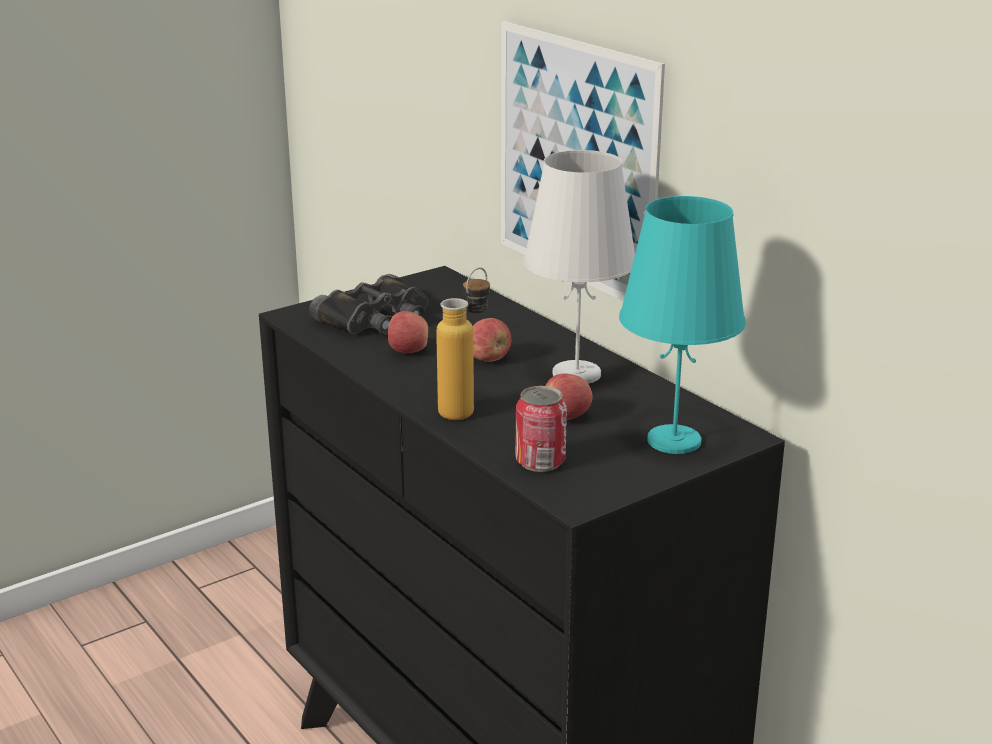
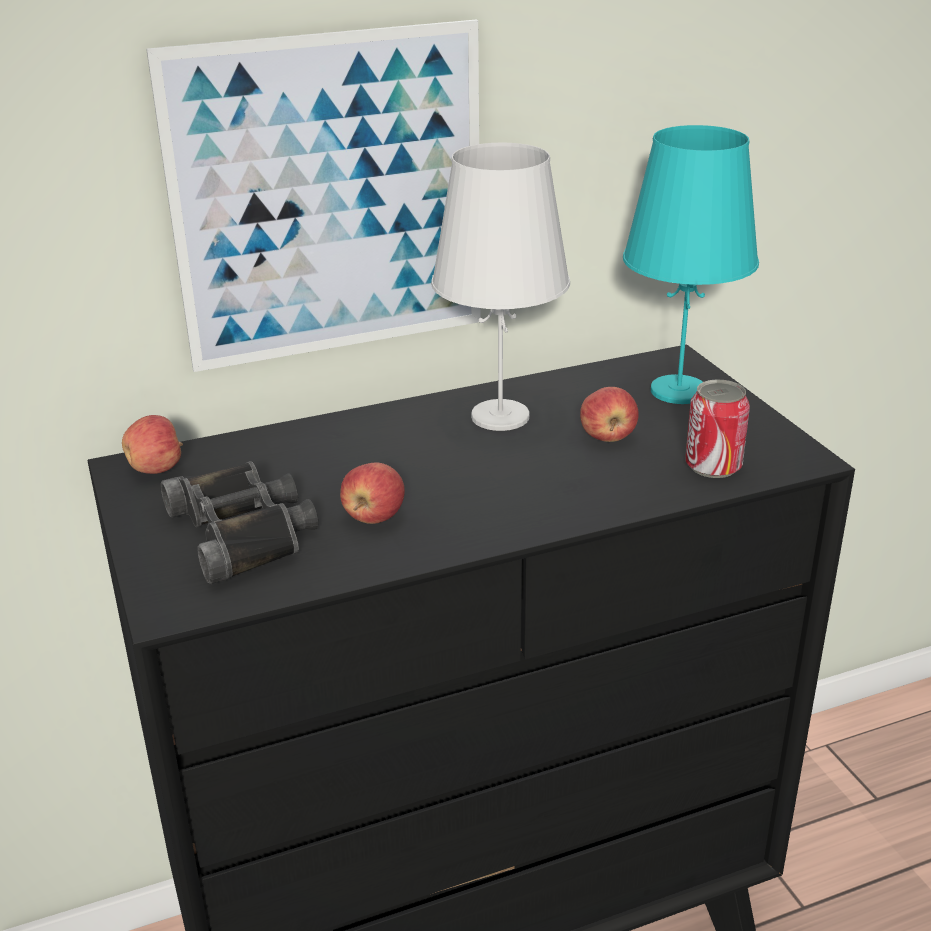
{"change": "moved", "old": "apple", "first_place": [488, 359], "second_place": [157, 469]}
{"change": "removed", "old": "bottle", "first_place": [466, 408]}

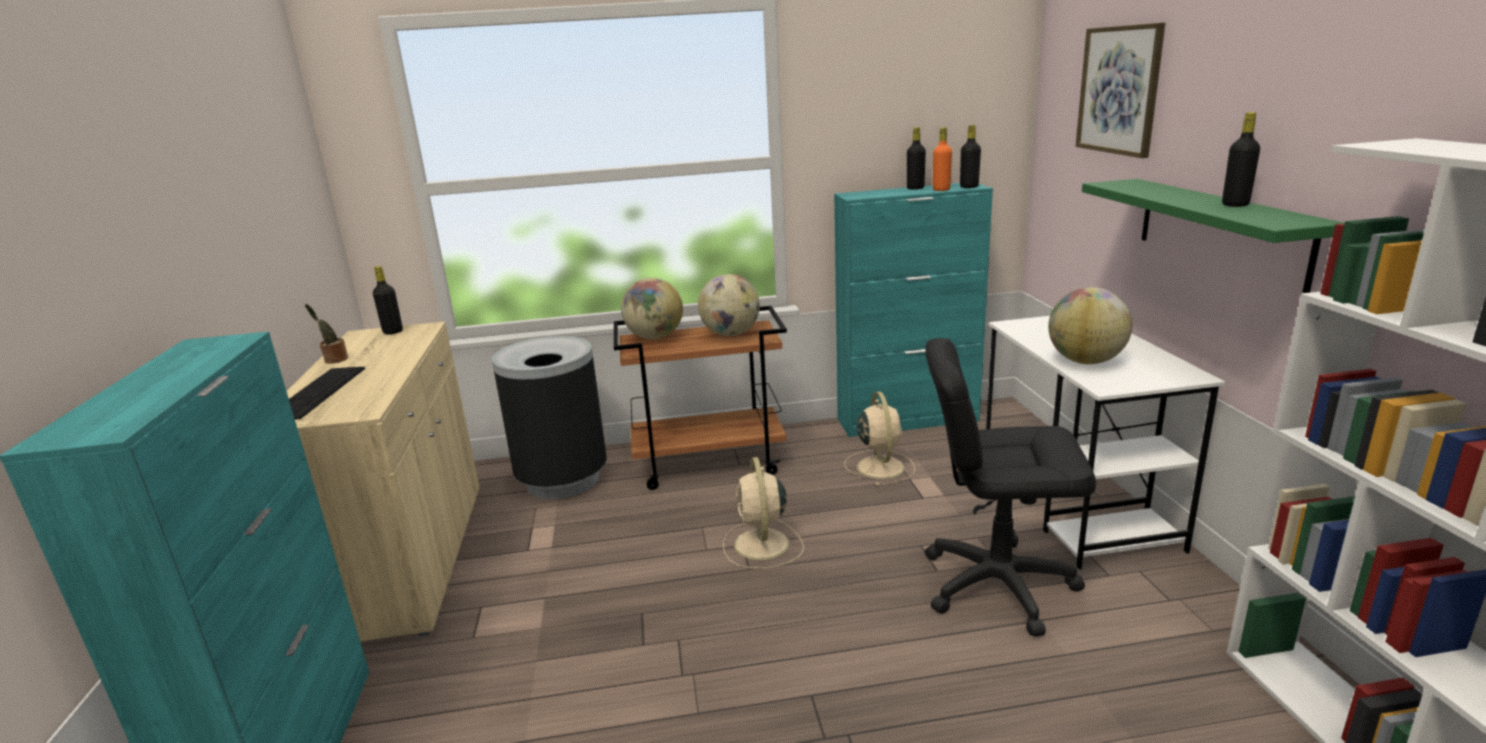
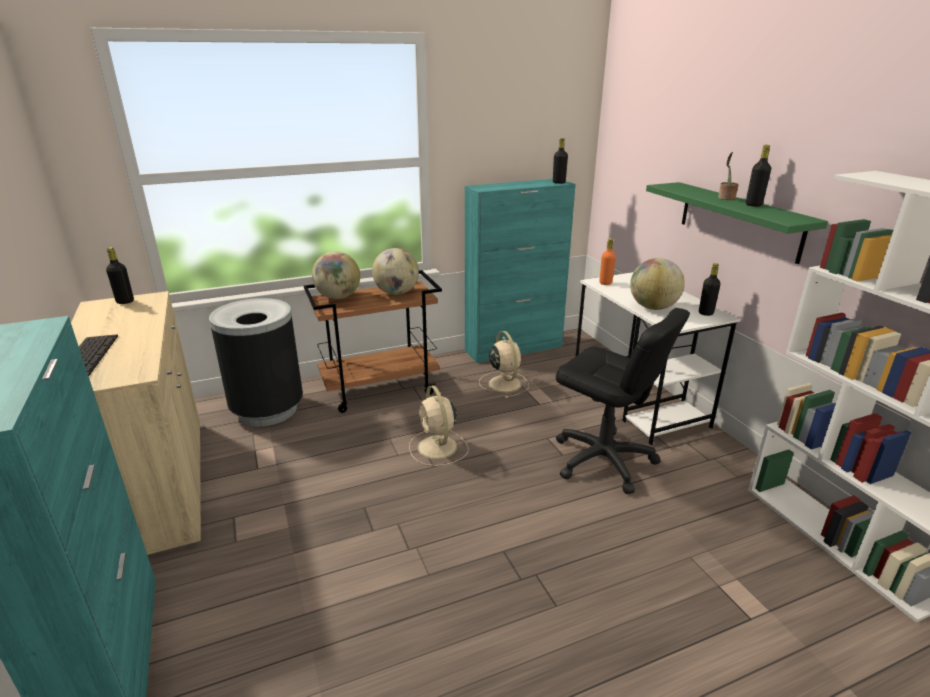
{"change": "turned", "old": "black office chair", "first_place": [997, 584], "second_place": [603, 460], "degrees": -135}
{"change": "moved", "old": "orange bottle", "first_place": [941, 190], "second_place": [605, 283]}
{"change": "moved", "old": "black bottle", "first_place": [915, 188], "second_place": [706, 313]}
{"change": "moved", "old": "potted plant", "first_place": [334, 360], "second_place": [726, 198]}
{"change": "removed", "old": "picture", "first_place": [1119, 90]}

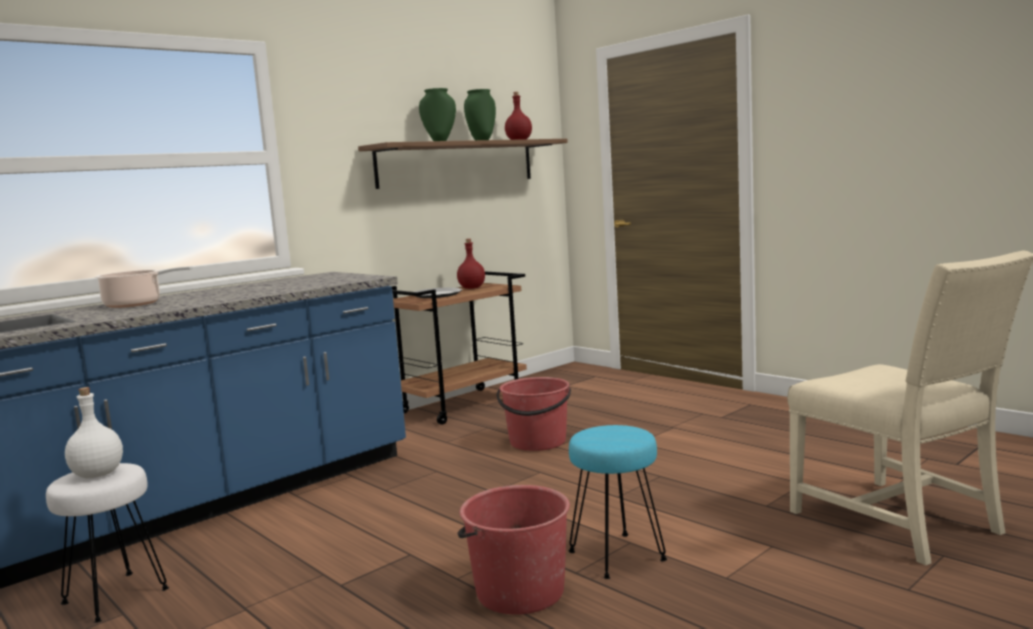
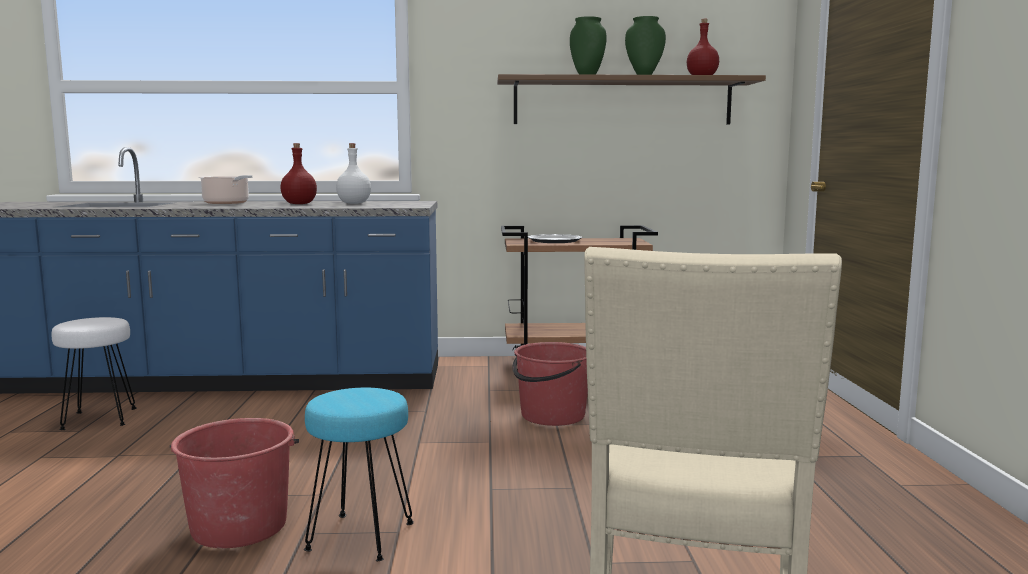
{"change": "moved", "old": "red bottle", "first_place": [471, 288], "second_place": [298, 204]}
{"change": "moved", "old": "white bottle", "first_place": [97, 475], "second_place": [353, 203]}

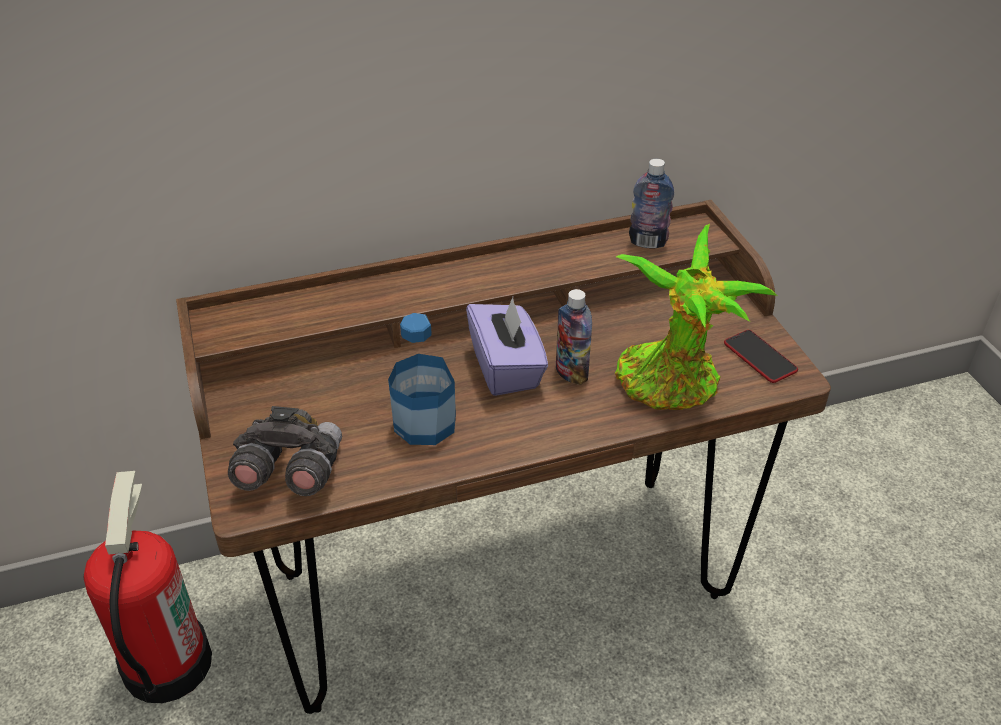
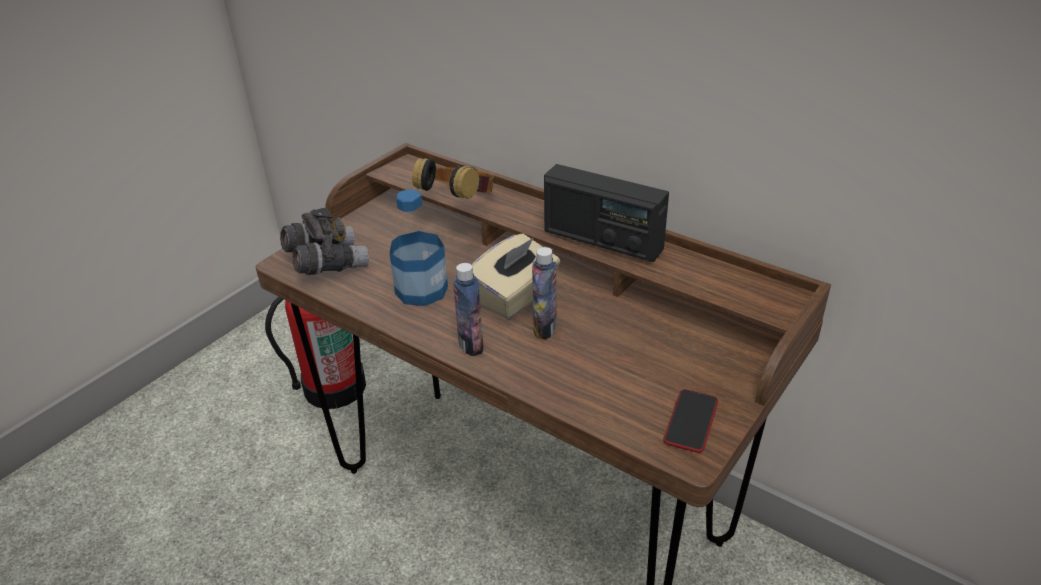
{"change": "added", "new": "headphones", "second_place": [459, 204]}
{"change": "moved", "old": "bottle", "first_place": [647, 242], "second_place": [471, 345]}
{"change": "recoloured", "old": "purple tissue box", "new": "beige tissue box", "first_place": [506, 368], "second_place": [515, 297]}
{"change": "added", "new": "radio", "second_place": [602, 240]}
{"change": "removed", "old": "potted plant", "first_place": [672, 385]}

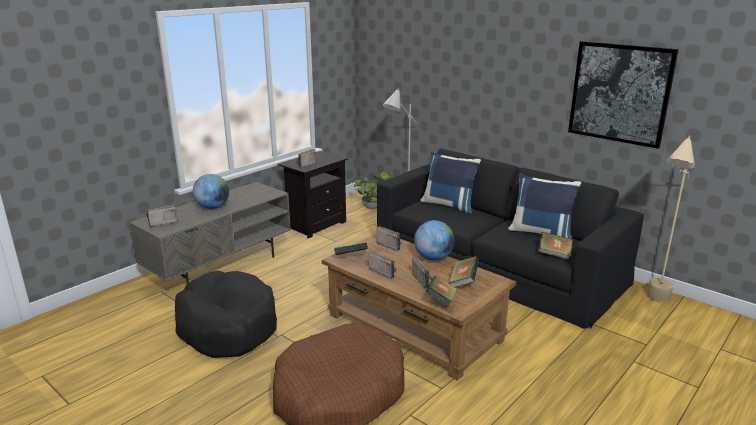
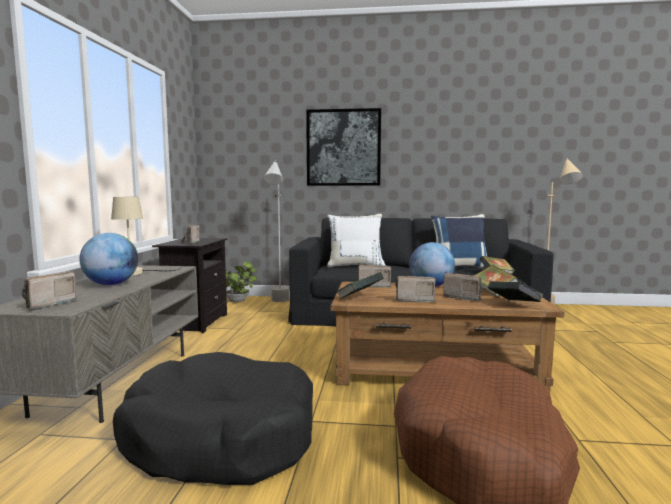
{"change": "added", "new": "beige table lamp", "second_place": [139, 273]}
{"change": "moved", "old": "picture", "first_place": [620, 93], "second_place": [343, 148]}
{"change": "recoloured", "old": "blue pillow", "new": "white pillow", "first_place": [449, 205], "second_place": [355, 265]}

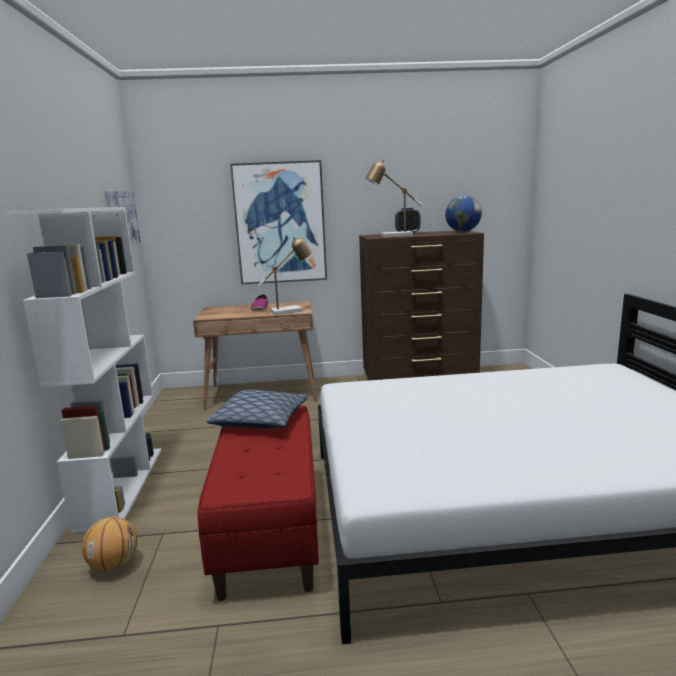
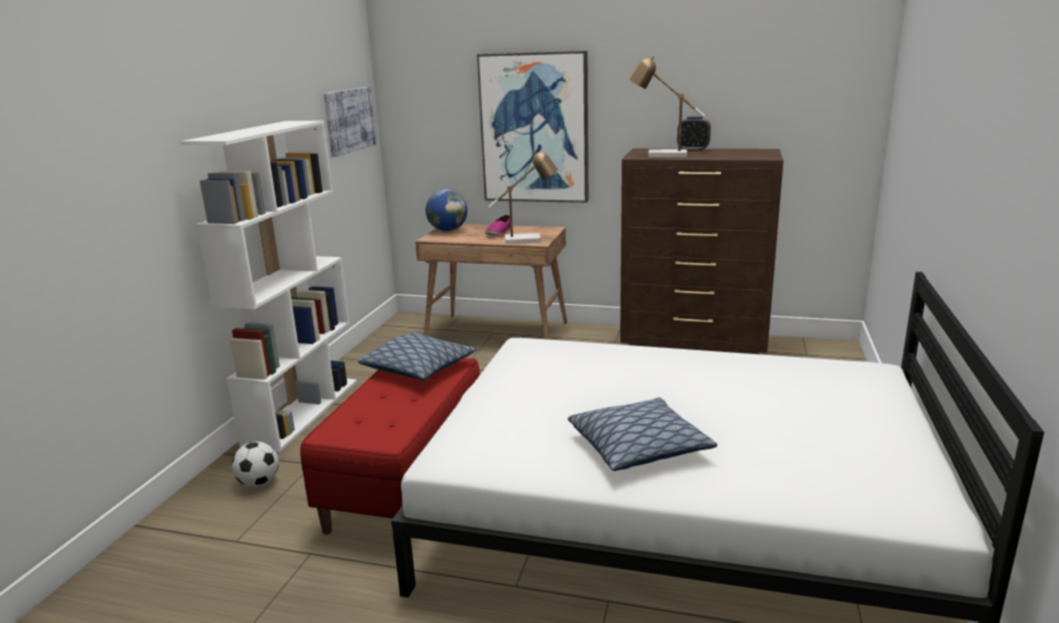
{"change": "replaced", "old": "basketball", "new": "football", "first_place": [114, 564], "second_place": [259, 482]}
{"change": "moved", "old": "globe", "first_place": [463, 231], "second_place": [447, 230]}
{"change": "added", "new": "pillow", "second_place": [638, 447]}

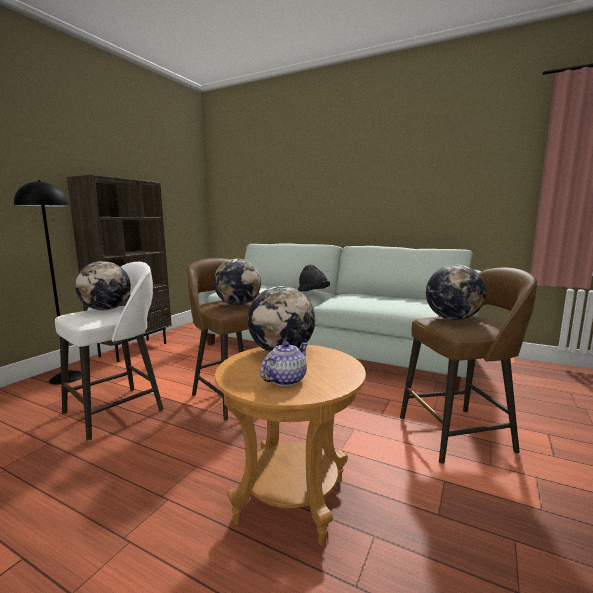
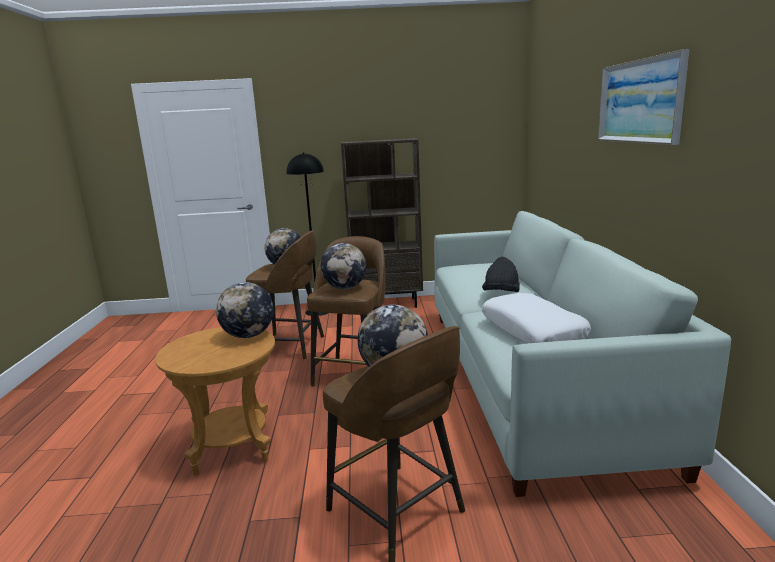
{"change": "recoloured", "old": "white stool", "new": "brown stool", "first_place": [117, 410], "second_place": [291, 346]}
{"change": "added", "new": "white pillow", "second_place": [532, 331]}
{"change": "added", "new": "picture", "second_place": [639, 101]}
{"change": "removed", "old": "teapot", "first_place": [285, 380]}

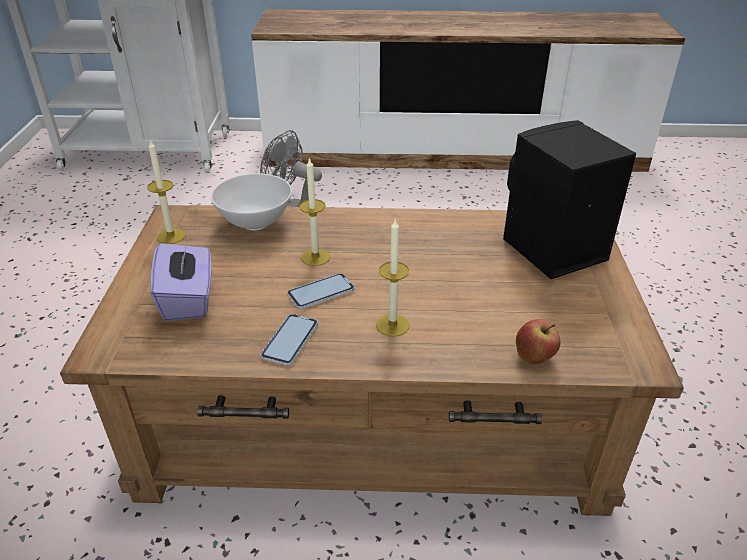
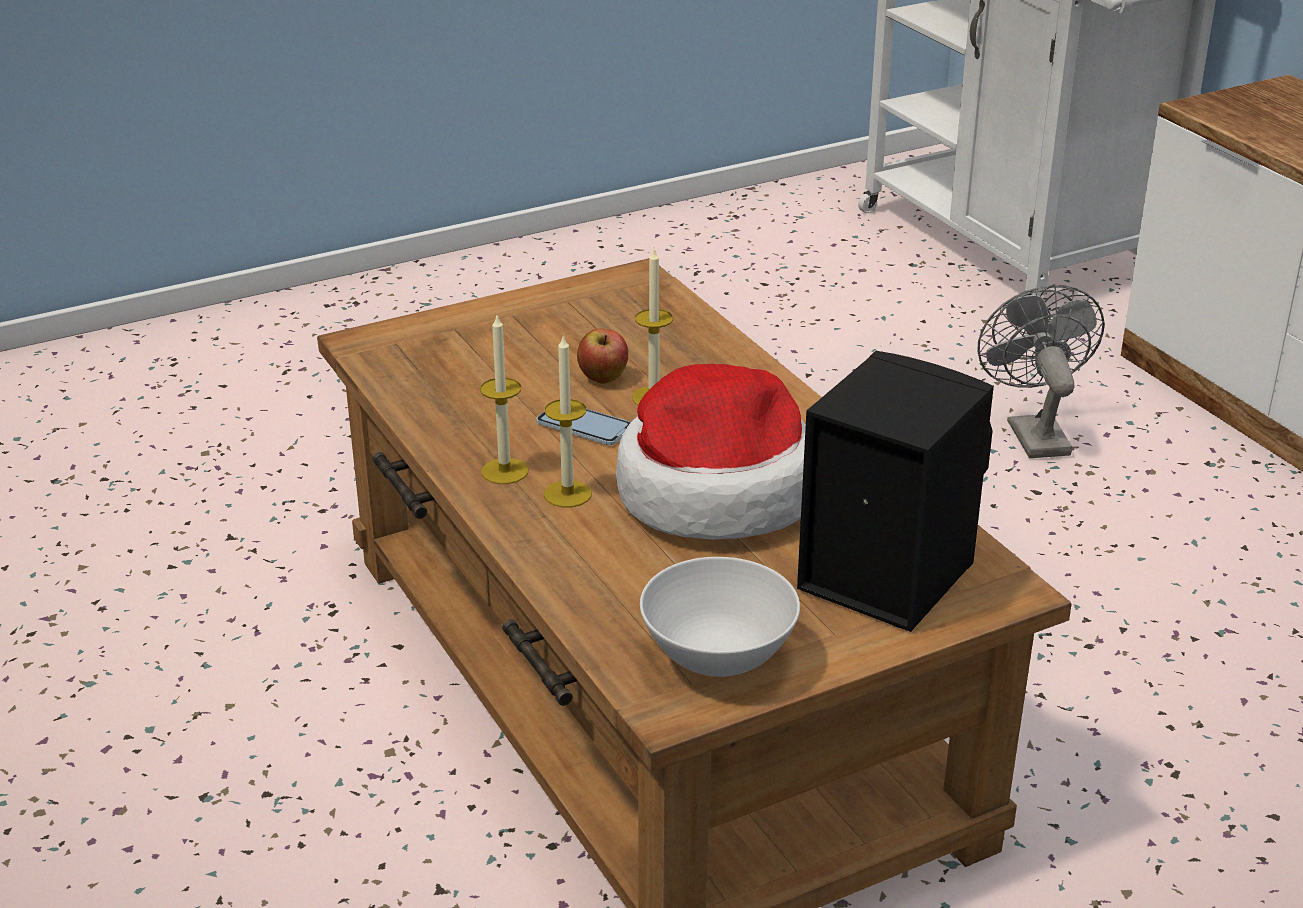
{"change": "moved", "old": "candle", "first_place": [171, 236], "second_place": [504, 471]}
{"change": "moved", "old": "apple", "first_place": [534, 358], "second_place": [603, 379]}
{"change": "added", "new": "hat", "second_place": [715, 492]}
{"change": "moved", "old": "white bowl", "first_place": [255, 223], "second_place": [718, 660]}
{"change": "removed", "old": "purple tissue box", "first_place": [188, 299]}
{"change": "removed", "old": "phone", "first_place": [290, 340]}

